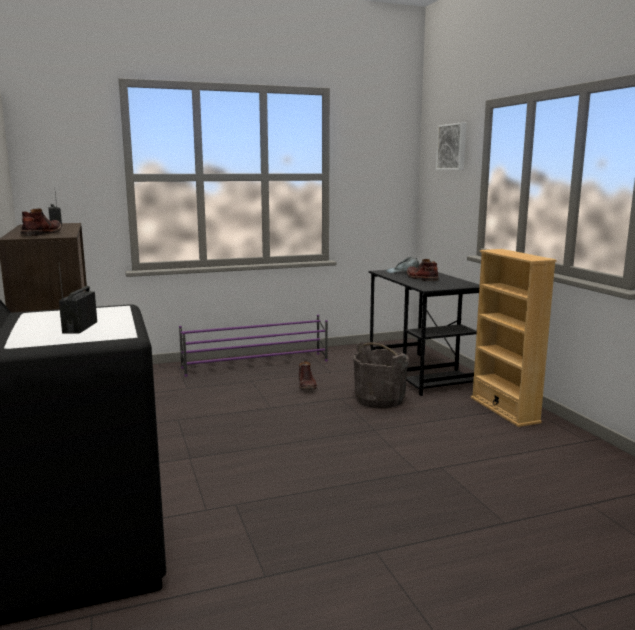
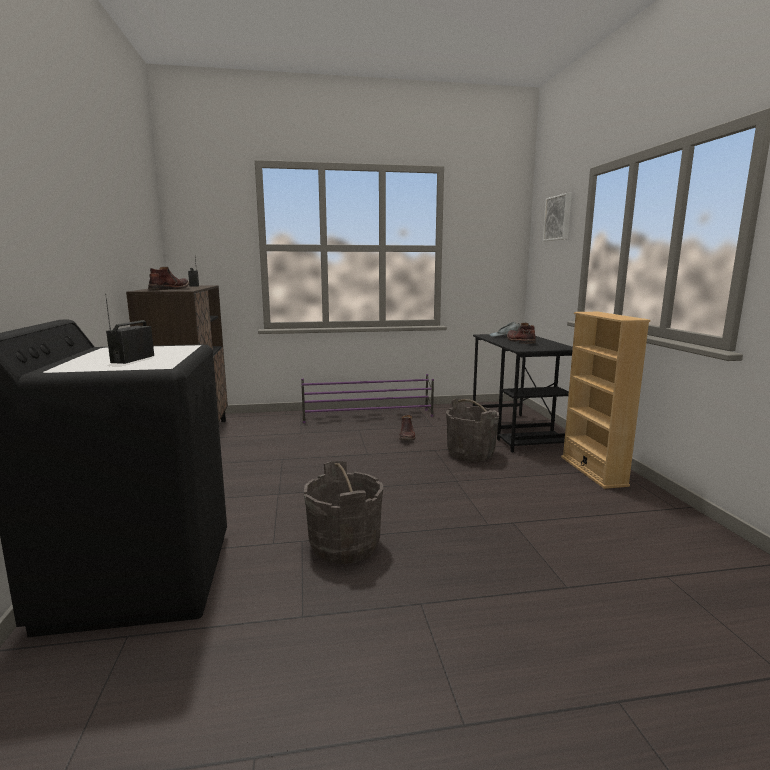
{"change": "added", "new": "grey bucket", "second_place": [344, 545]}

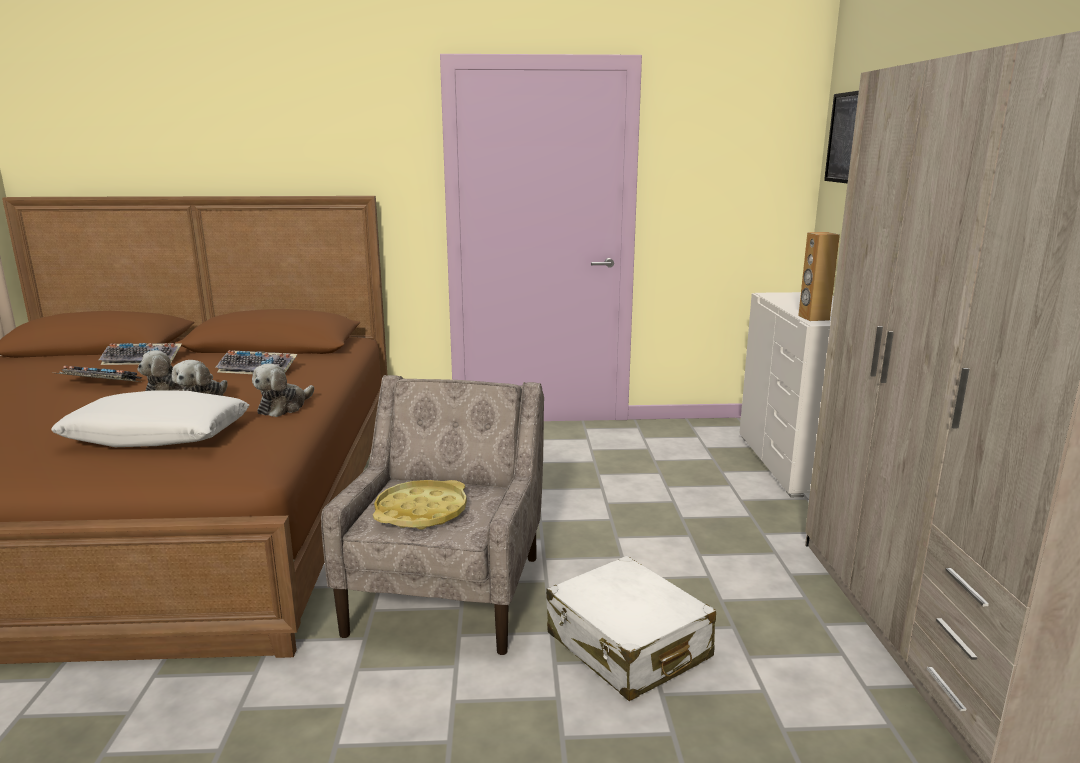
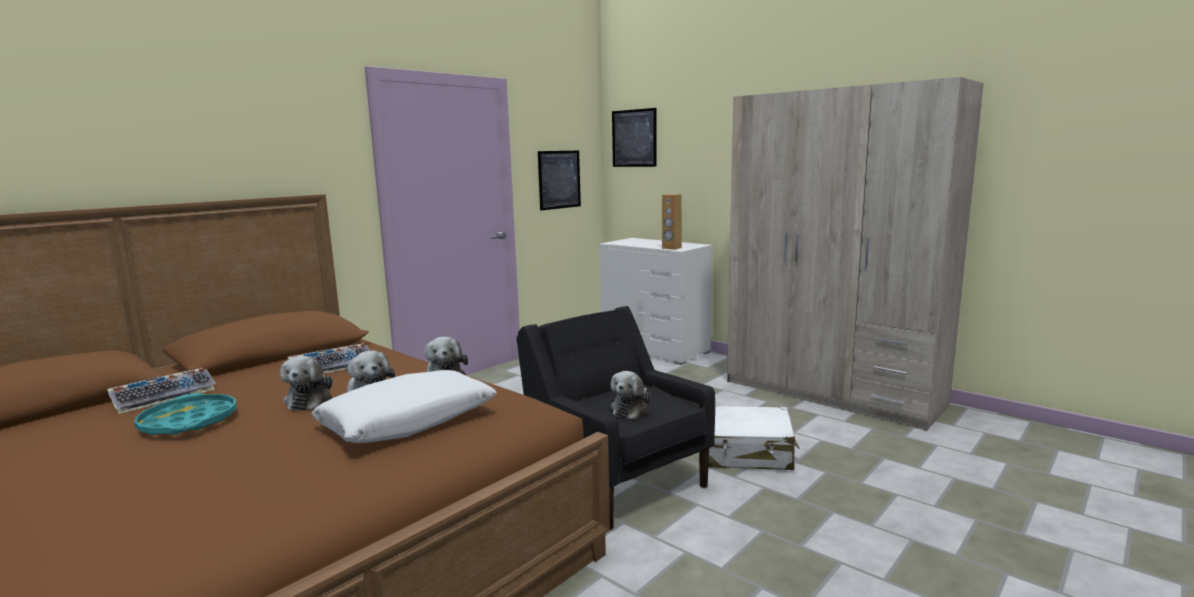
{"change": "replaced", "old": "keyboard", "new": "turquoise tray", "first_place": [98, 384], "second_place": [188, 422]}
{"change": "recoloured", "old": "beige armchair", "new": "black armchair", "first_place": [448, 592], "second_place": [617, 478]}
{"change": "added", "new": "picture", "second_place": [559, 179]}
{"change": "replaced", "old": "yellow tray", "new": "plush toy", "first_place": [421, 512], "second_place": [632, 409]}

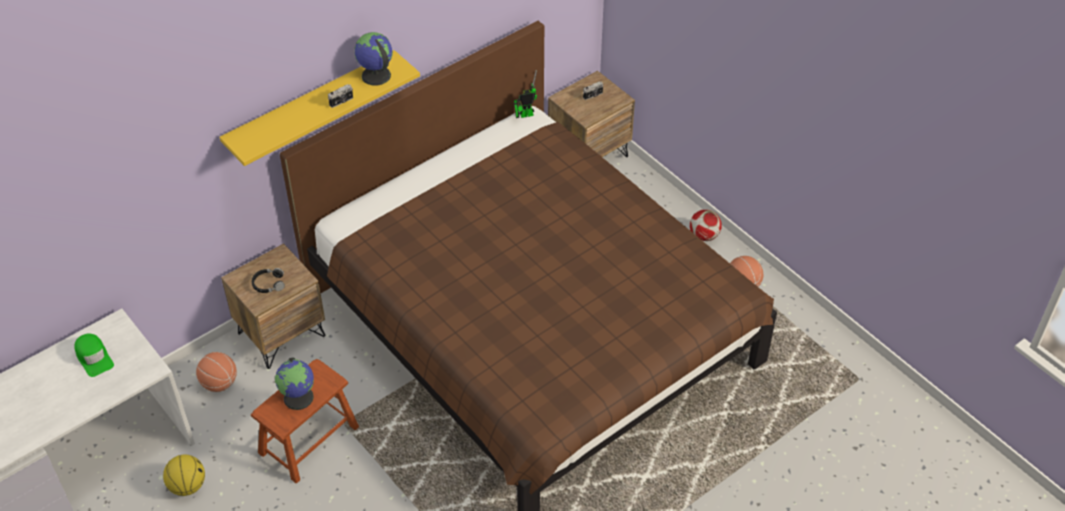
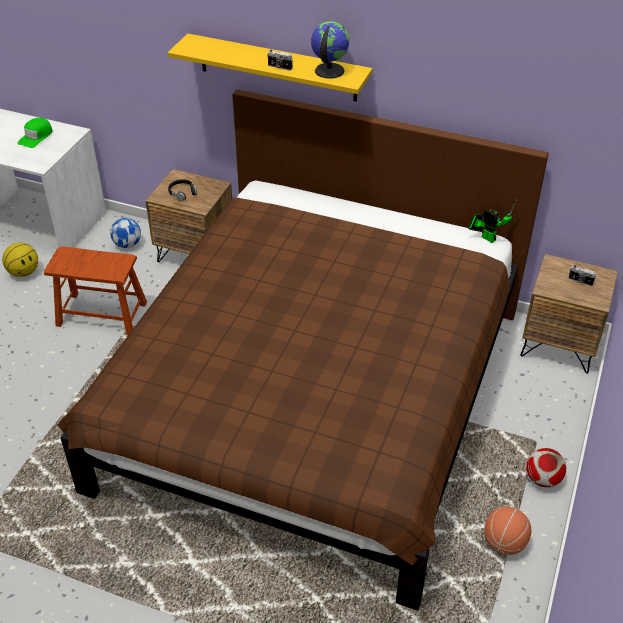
{"change": "replaced", "old": "basketball", "new": "football", "first_place": [219, 383], "second_place": [127, 244]}
{"change": "removed", "old": "globe", "first_place": [299, 397]}

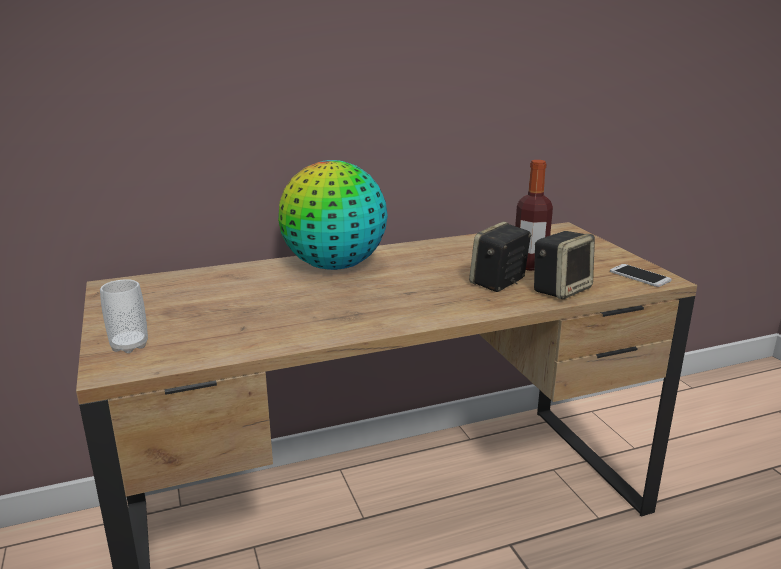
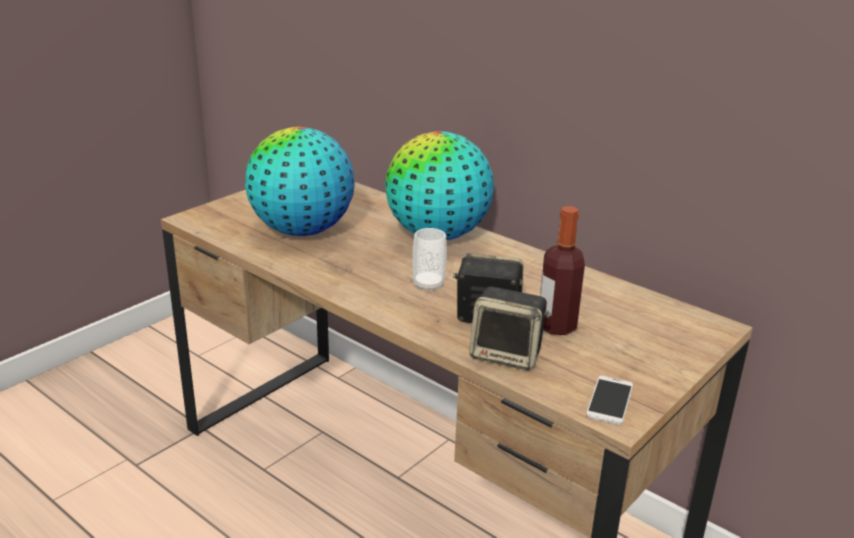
{"change": "added", "new": "globe", "second_place": [301, 231]}
{"change": "moved", "old": "cup", "first_place": [129, 346], "second_place": [428, 285]}

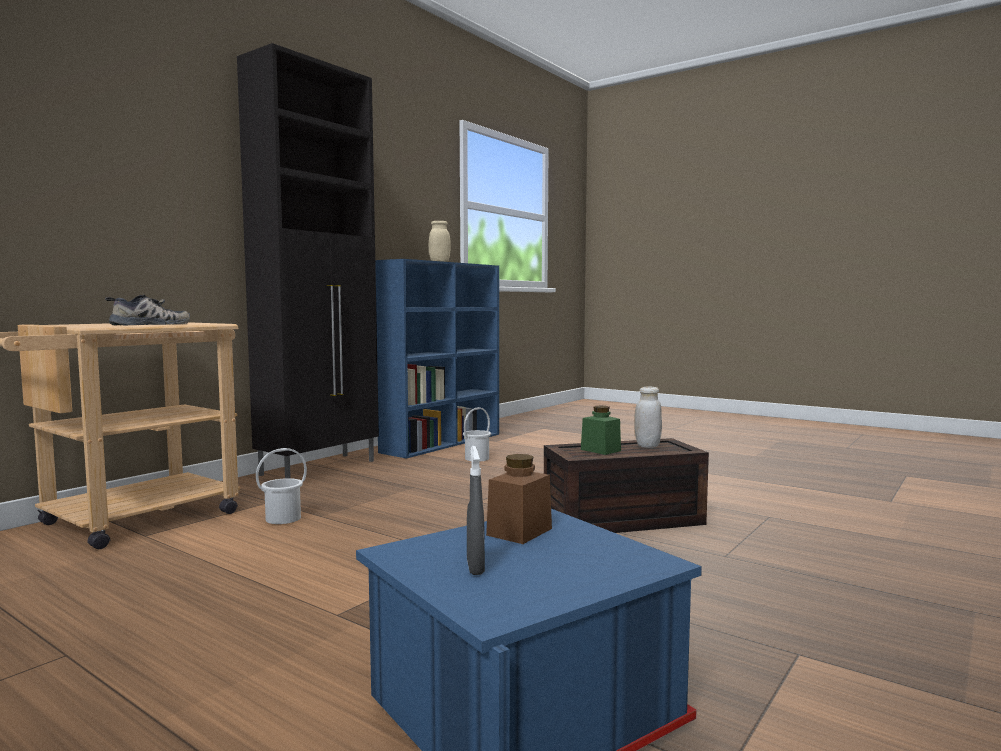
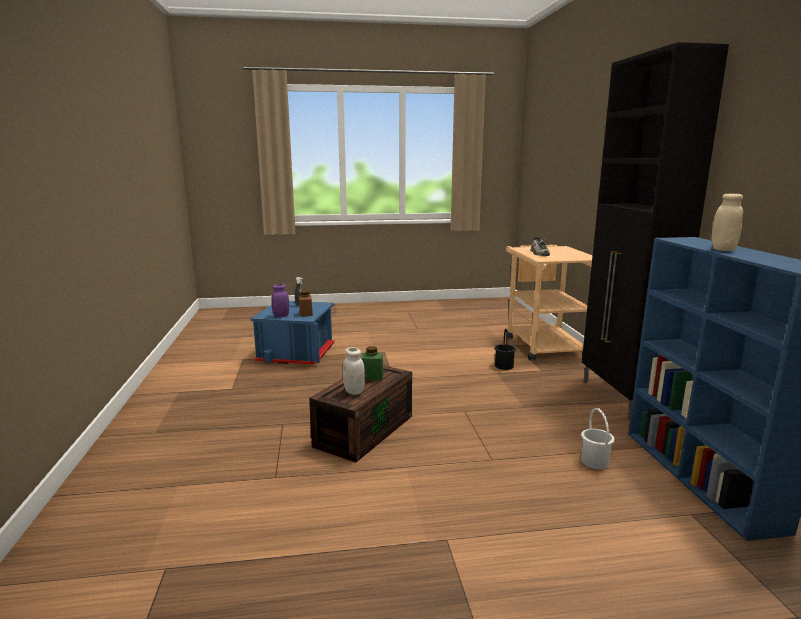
{"change": "added", "new": "purple jar", "second_place": [281, 316]}
{"change": "recoloured", "old": "white bucket", "new": "black bucket", "first_place": [282, 518], "second_place": [504, 366]}

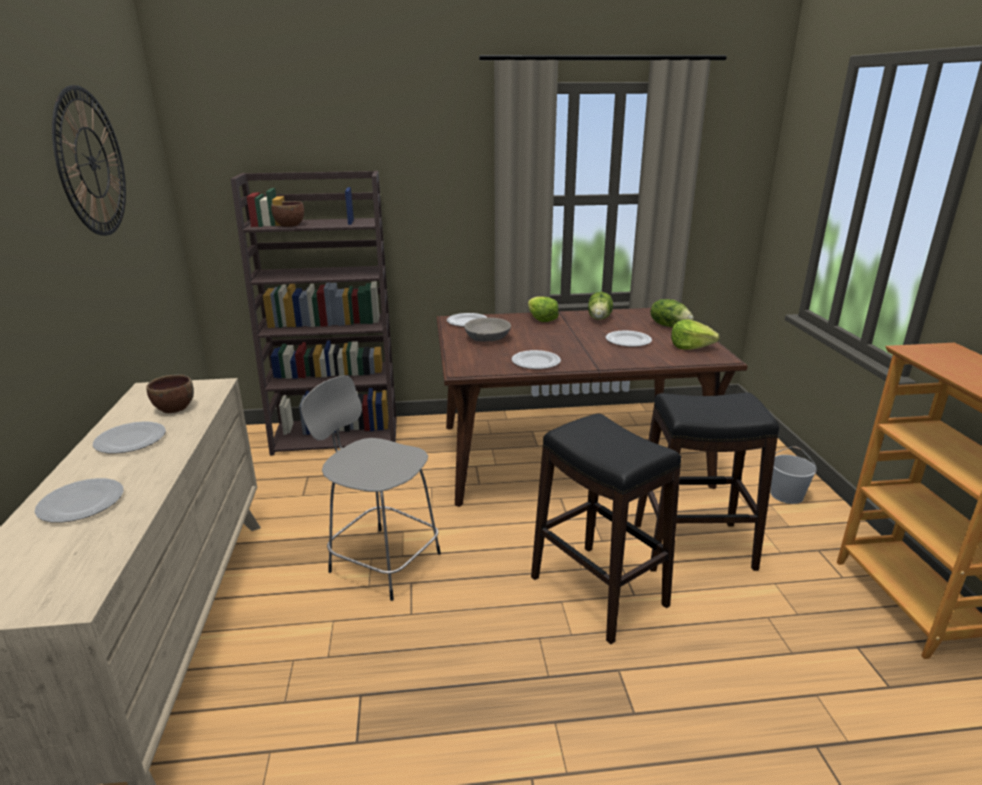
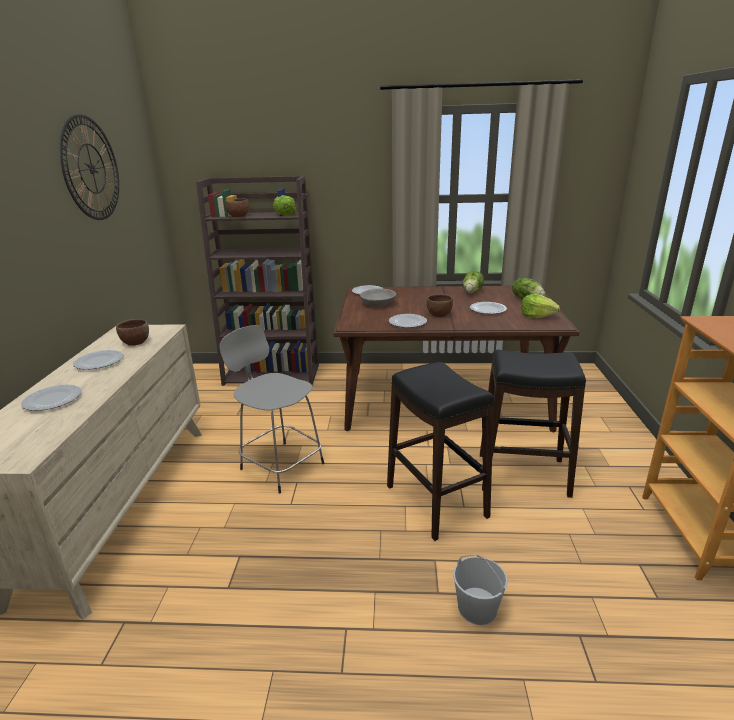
{"change": "moved", "old": "lettuce", "first_place": [541, 319], "second_place": [284, 214]}
{"change": "added", "new": "brown bowl", "second_place": [439, 314]}
{"change": "moved", "old": "white bucket", "first_place": [786, 494], "second_place": [476, 607]}

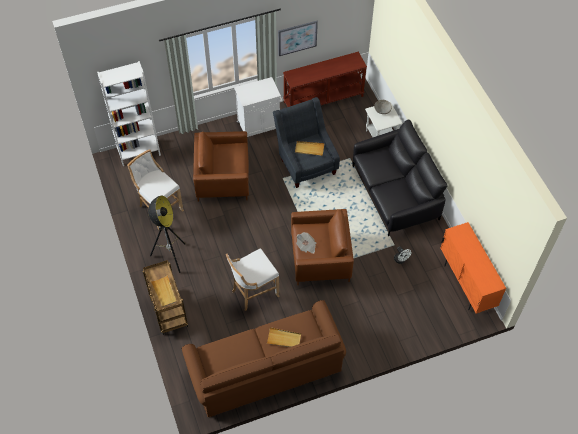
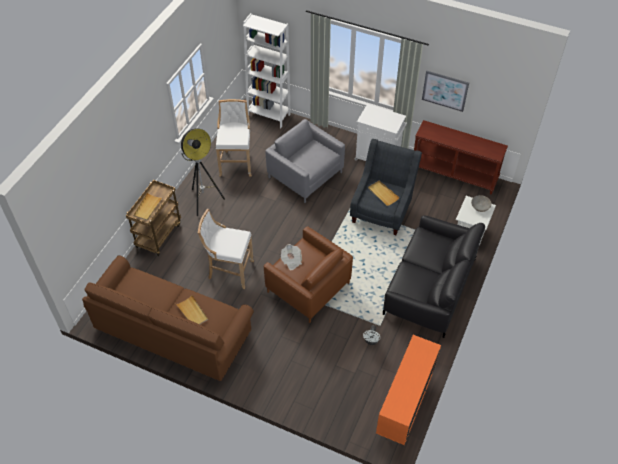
{"change": "recoloured", "old": "brown armchair", "new": "grey armchair", "first_place": [222, 178], "second_place": [305, 175]}

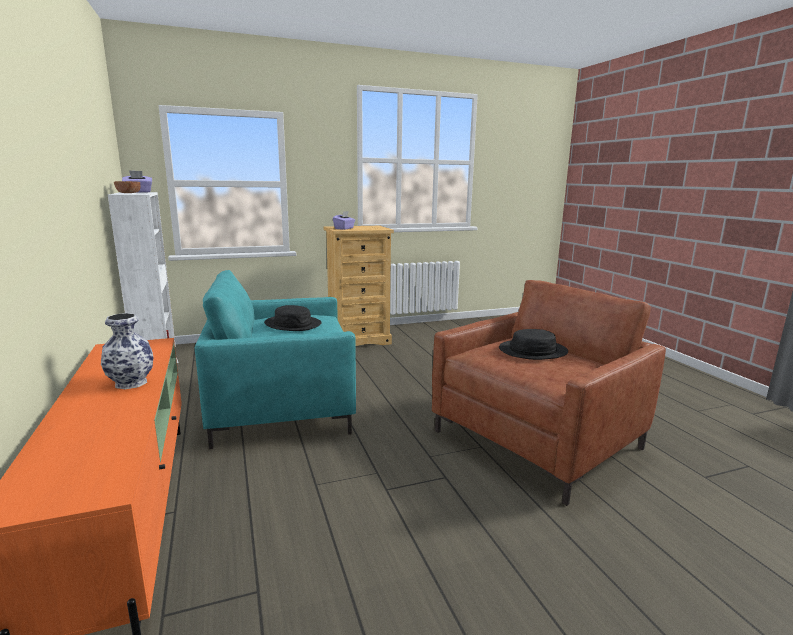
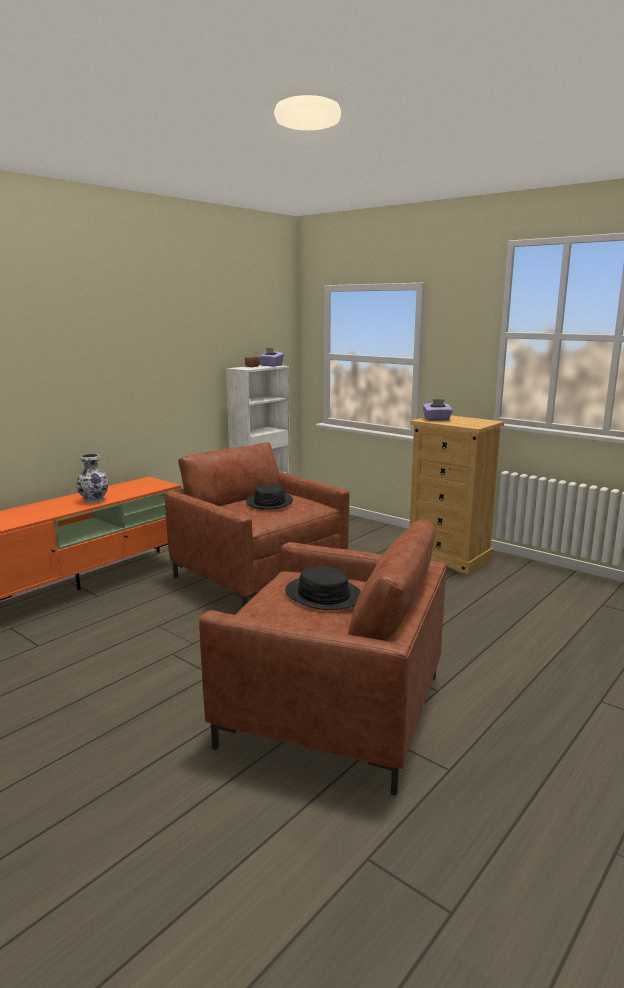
{"change": "recoloured", "old": "turquoise armchair", "new": "brown armchair", "first_place": [281, 407], "second_place": [259, 576]}

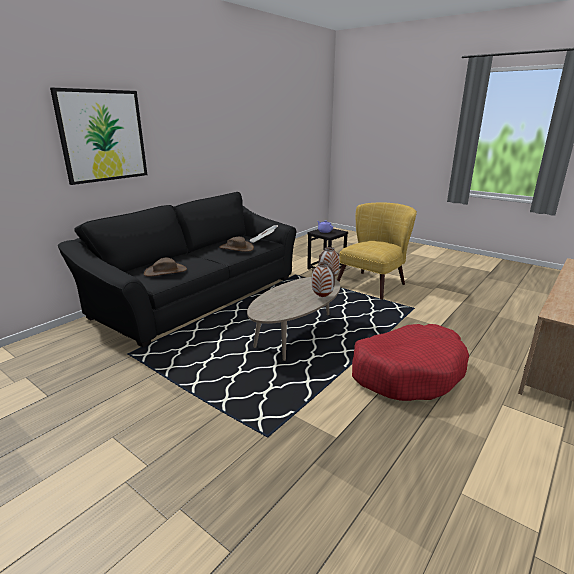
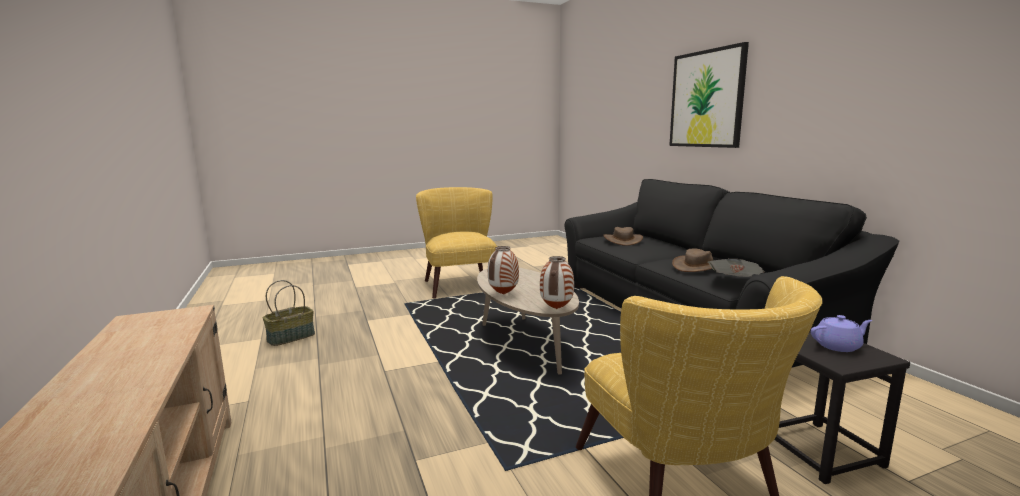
{"change": "added", "new": "basket", "second_place": [291, 337]}
{"change": "added", "new": "yellow armchair", "second_place": [459, 283]}
{"change": "removed", "old": "red dog bed", "first_place": [407, 372]}

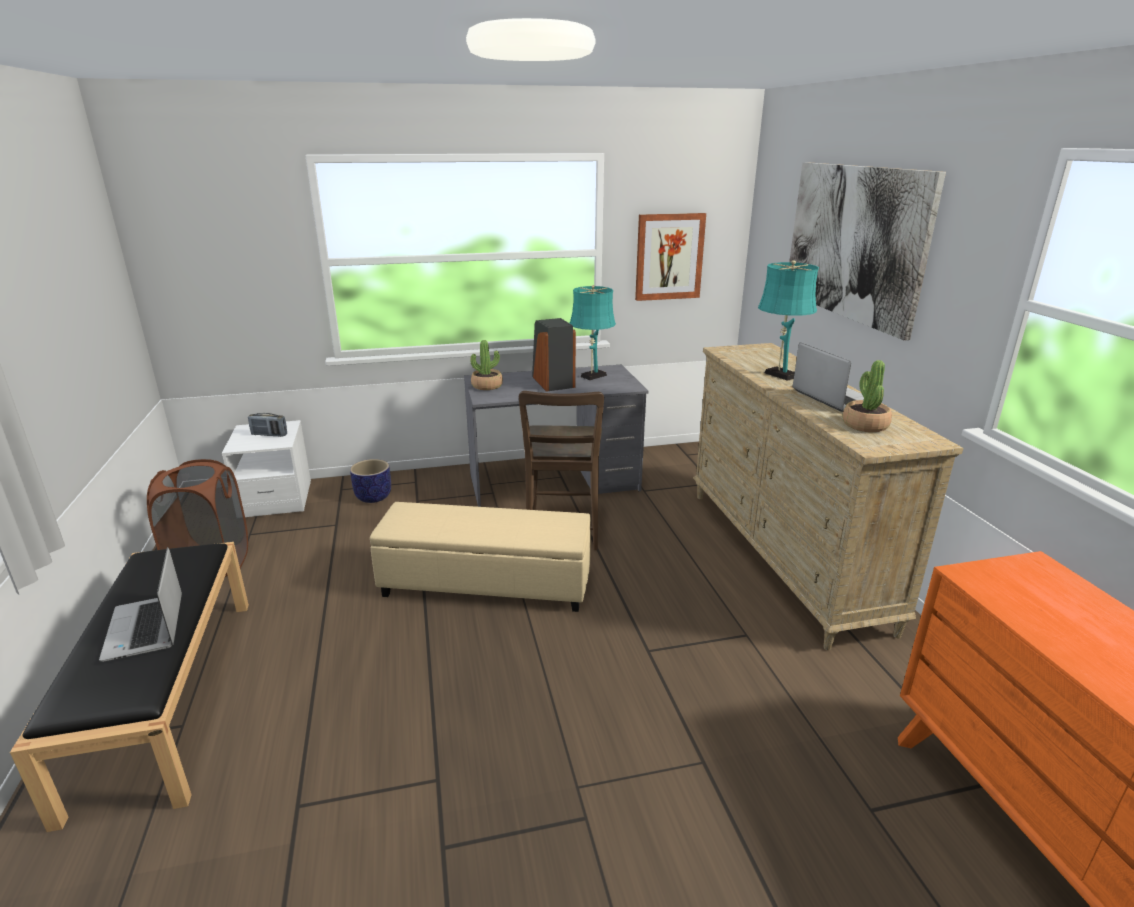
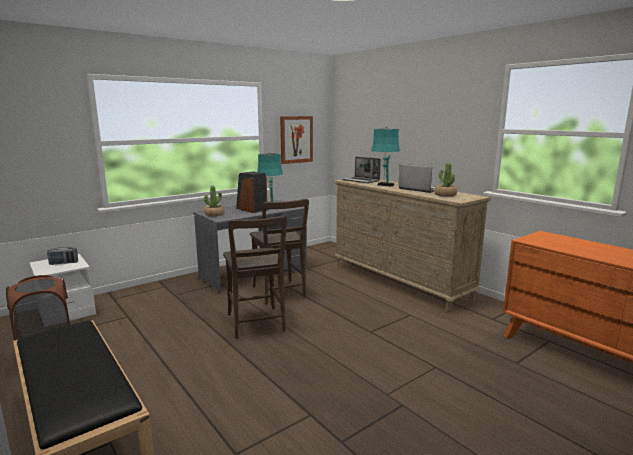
{"change": "replaced", "old": "beige ottoman", "new": "brown chair", "first_place": [486, 585], "second_place": [256, 324]}
{"change": "moved", "old": "laptop", "first_place": [146, 629], "second_place": [361, 180]}
{"change": "removed", "old": "planter", "first_place": [374, 497]}
{"change": "removed", "old": "picture", "first_place": [854, 243]}

